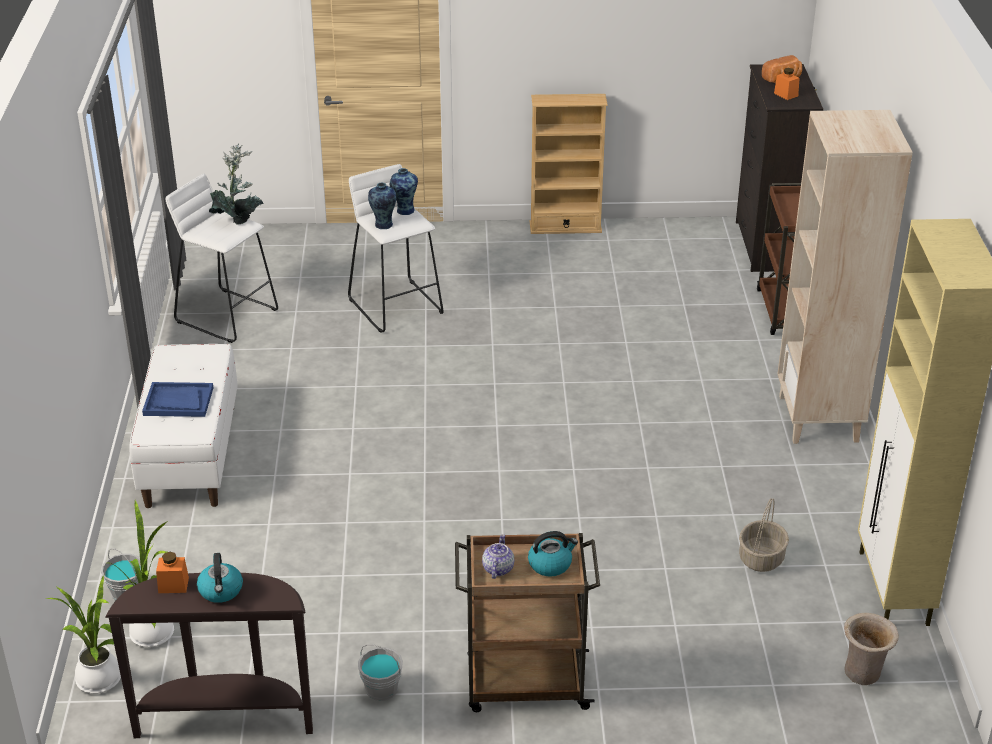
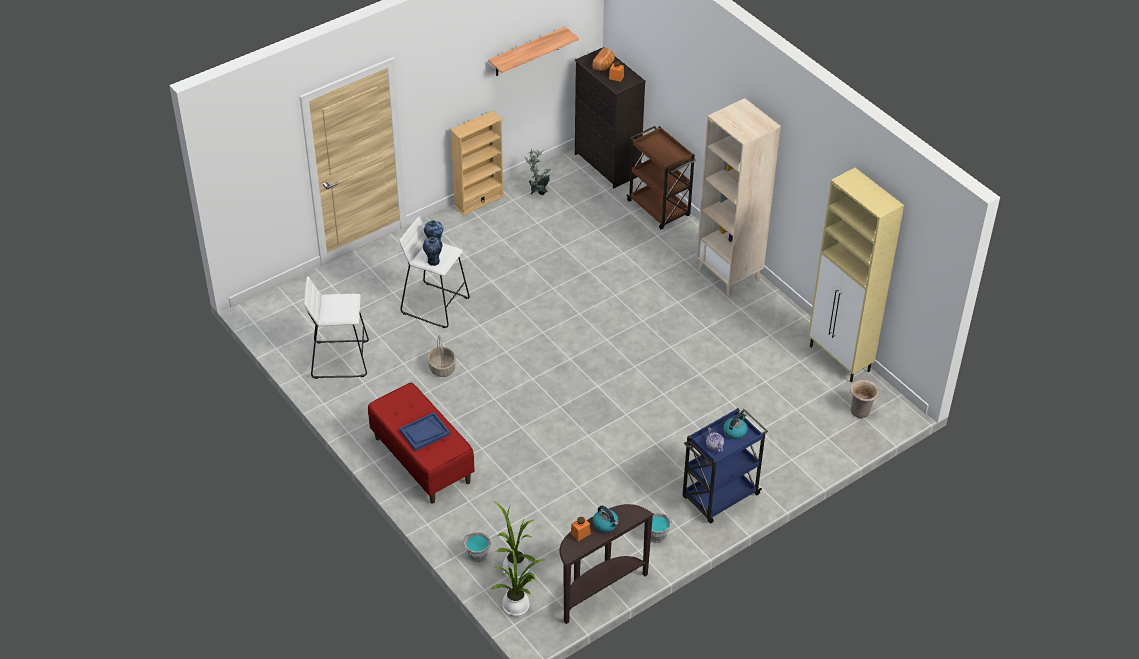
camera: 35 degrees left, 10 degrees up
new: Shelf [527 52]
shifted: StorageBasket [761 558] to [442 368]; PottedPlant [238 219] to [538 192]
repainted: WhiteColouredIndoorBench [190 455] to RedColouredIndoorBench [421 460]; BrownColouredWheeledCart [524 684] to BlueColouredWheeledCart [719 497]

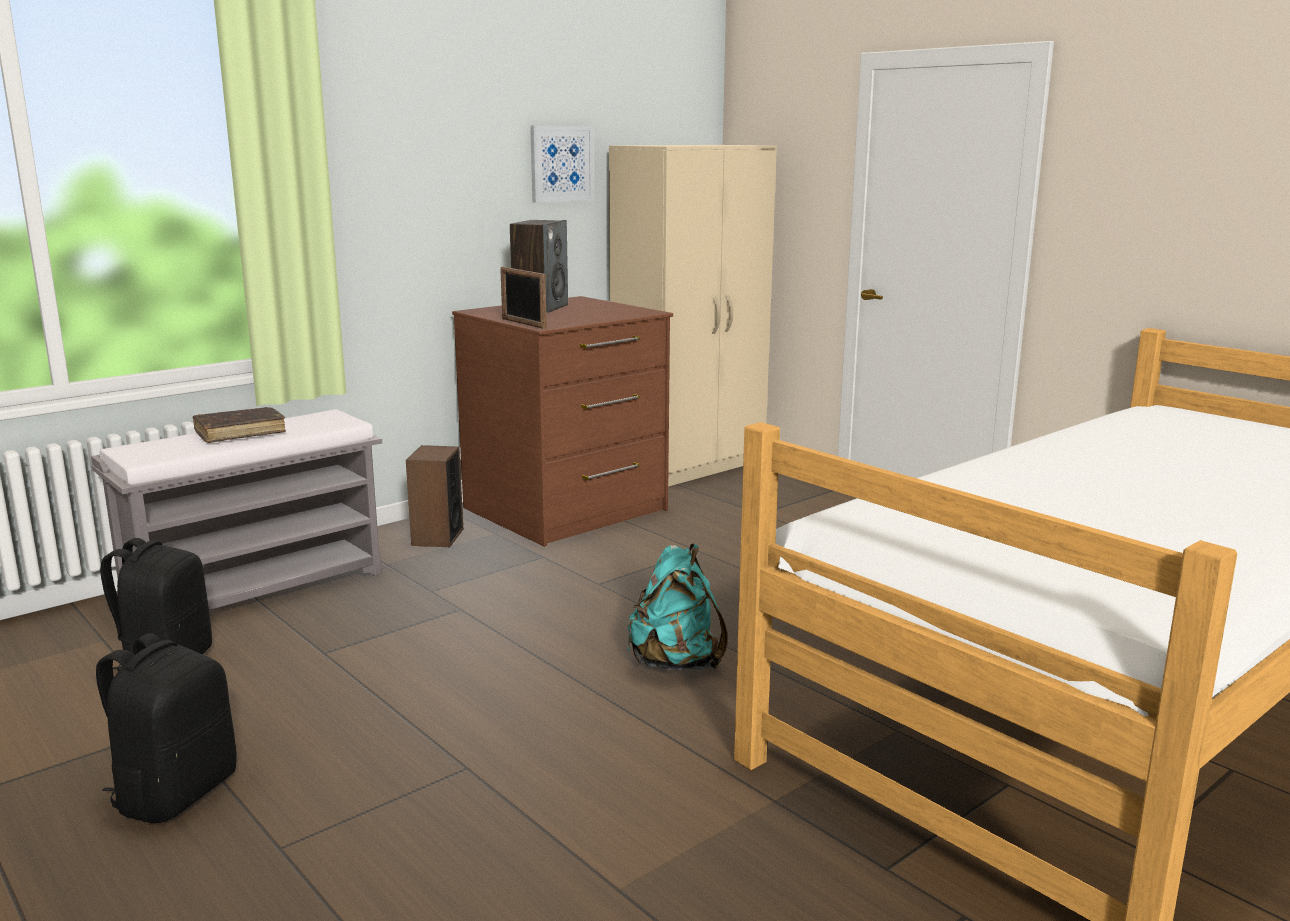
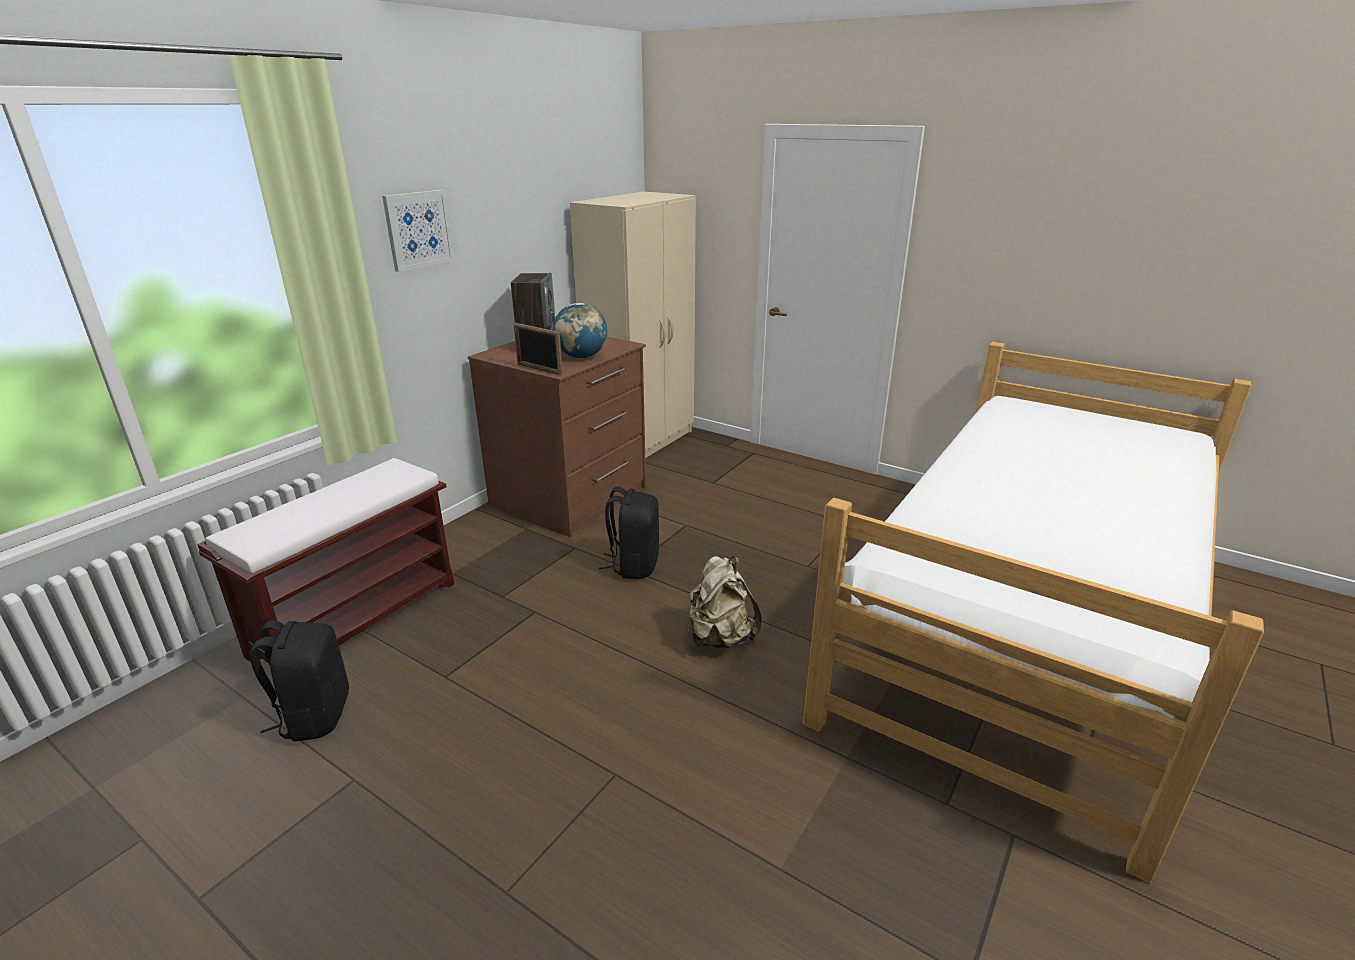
camera: 15 degrees left, 10 degrees up
gone: BrownColouredBook [240 433]; Loudspeaker [437 537]
new: Globe [581 357]
shifted: WallPicture [561 163] to [418 229]; BlackishRucksack [175 793] to [634 565]
repainted: GreyishIndoorBench [259 589] to BrownColouredIndoorBench [358 617]; BlueGreenRucksack [676 663] to SandColouredRucksack [720 638]

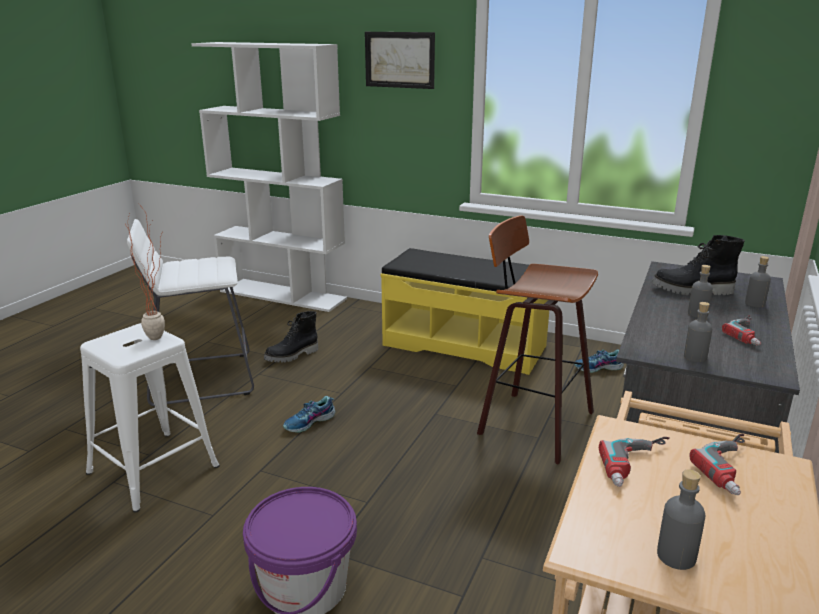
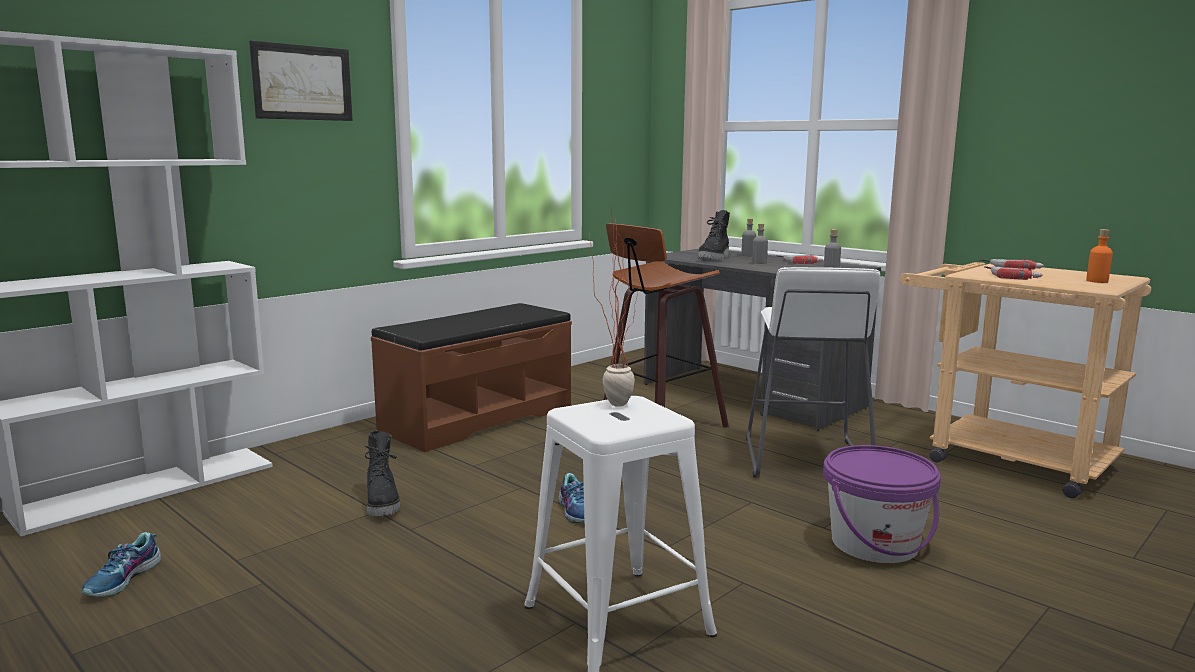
camera: 70 degrees left, 10 degrees down
shifted: Shoe [598 368] to [124 579]; WhiteColouredStoolSeat [202 379] to [805 459]
repainted: YellowColouredIndoorBench [464 345] to BrownColouredIndoorBench [477 418]; GreyishDrinkBottle [676 556] to OrangeColouredDrinkBottle [1097 281]

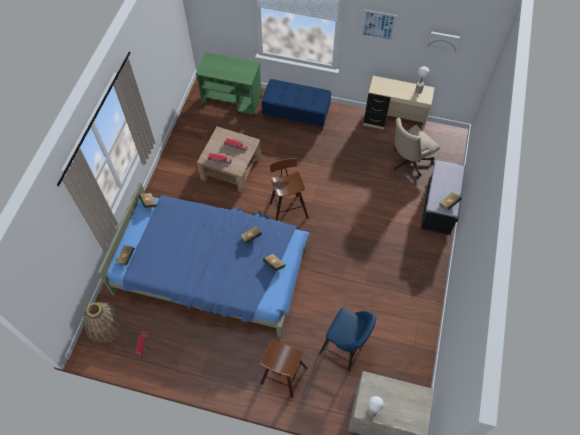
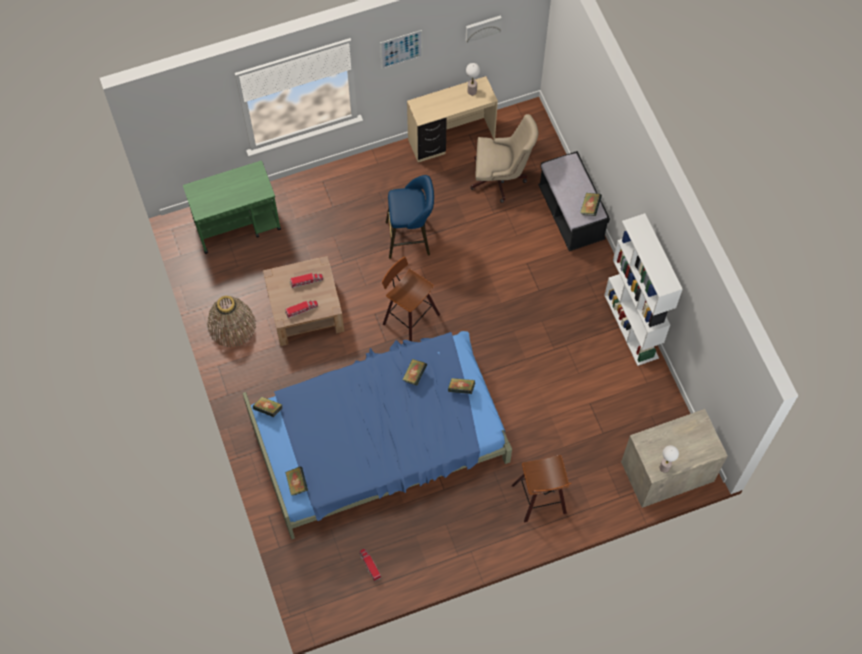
camera: 35 degrees left, 5 degrees up
gone: BlueColouredIndoorBench [296 115]
new: WhiteColouredBookshelf [632 326]
shifted: StorageBasket [105 324] to [231 325]; BlueColouredStoolSeat [345 348] to [411 238]
rotated: SandColouredComputerChair [408 162] = [501 179] 105 degrees counterclockwise

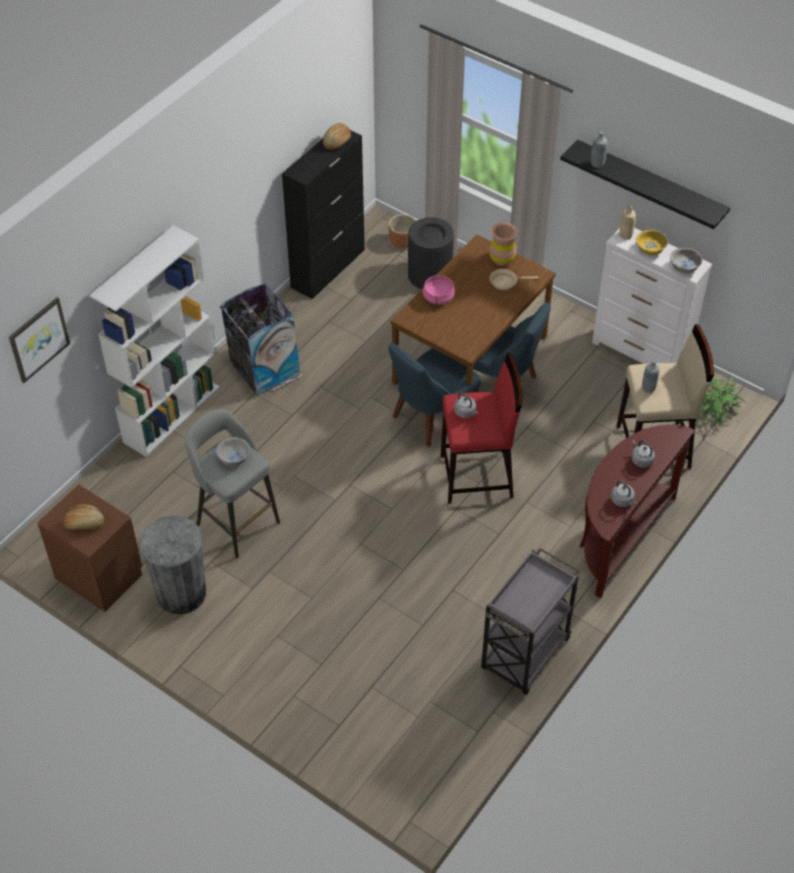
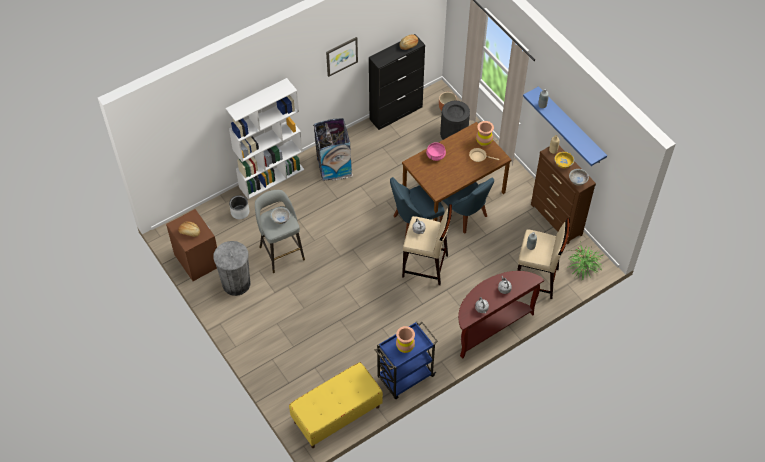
camera: 20 degrees right, 5 degrees up
new: GreyishPlantPot [240 212]; YellowColouredIndoorBench [337 415]; BrownColouredFlowerVase [405 346]
shifted: WallPicture [38 339] to [341 56]
repainted: GreyishWheeledCart [524 655] to BlueColouredWheeledCart [405 377]; RedColouredStoolSeat [477 476] to SandColouredStoolSeat [425 266]; BlackishShelf [650 184] to BlueColouredShelf [570 126]; WhiteColouredChestOfDrawers [640 354] to BrownColouredChestOfDrawers [556 220]

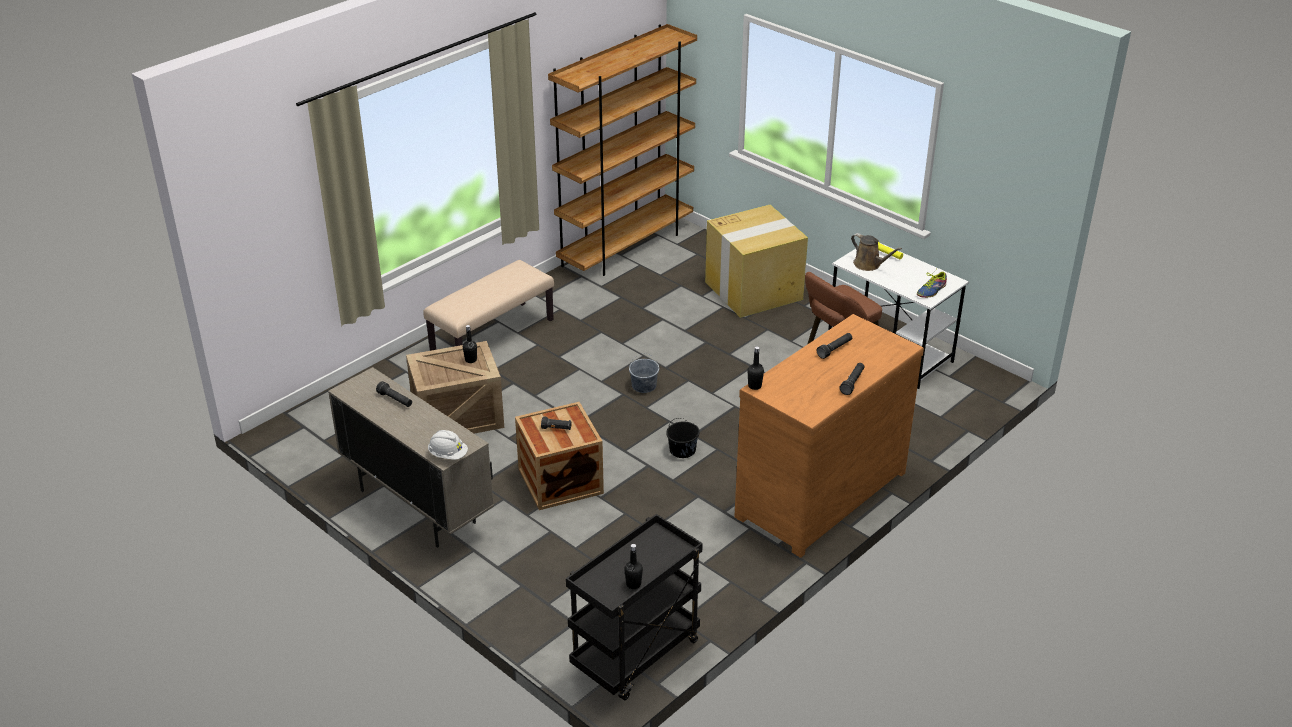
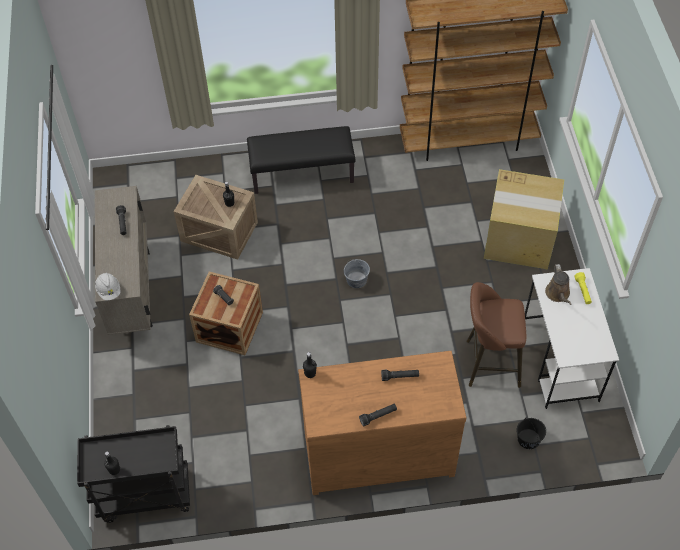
camera: 40 degrees right, 20 degrees up
gone: Shoe [931 290]
shifted: BlackishWaterBucket [682 450] to [528 439]
repainted: SandColouredIndoorBench [492 336] to BlackishIndoorBench [302 173]

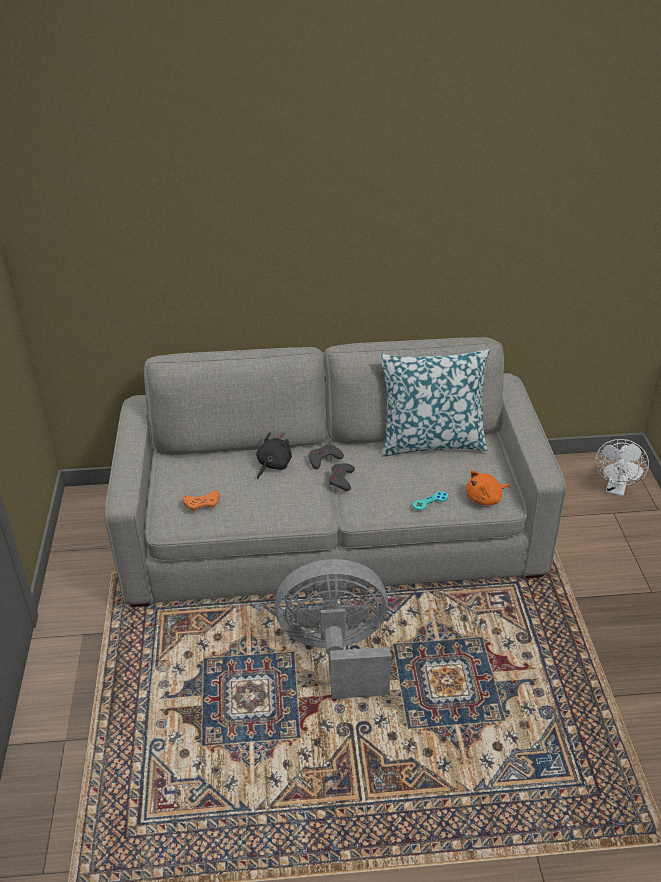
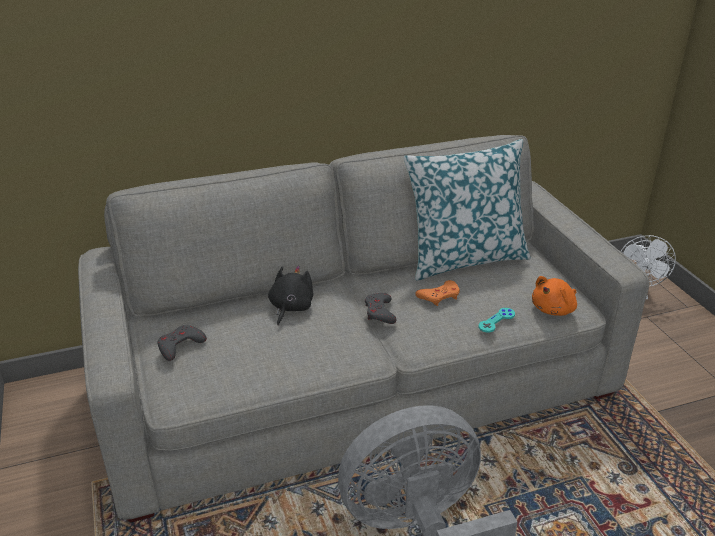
camera: 15 degrees left, 5 degrees down
shifted: GreyishGameController [324 459] to [180 345]; OrangeColouredGameController [202 504] to [439 296]

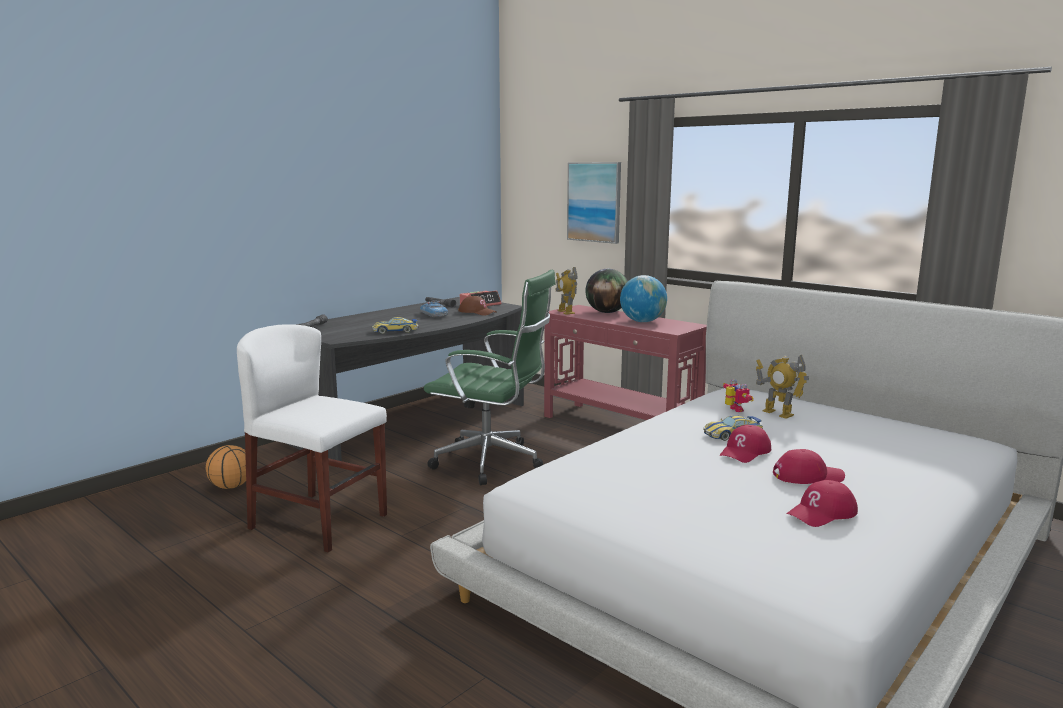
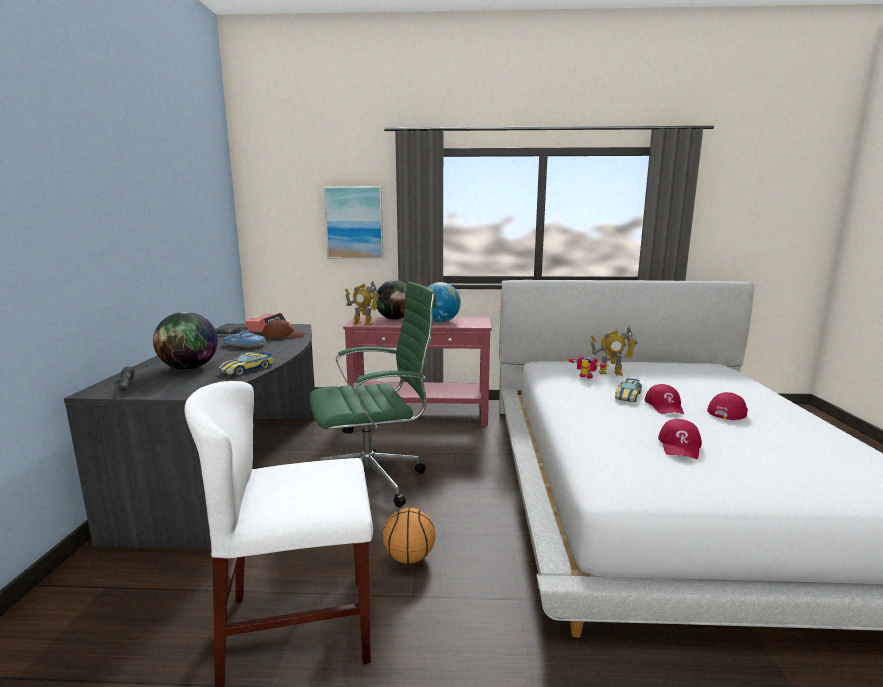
camera: 40 degrees left, 0 degrees up
new: Globe [189 368]
shifted: Basketball [231 486] to [409 557]; RedColouredPeakedCap [822 513] to [680 446]

